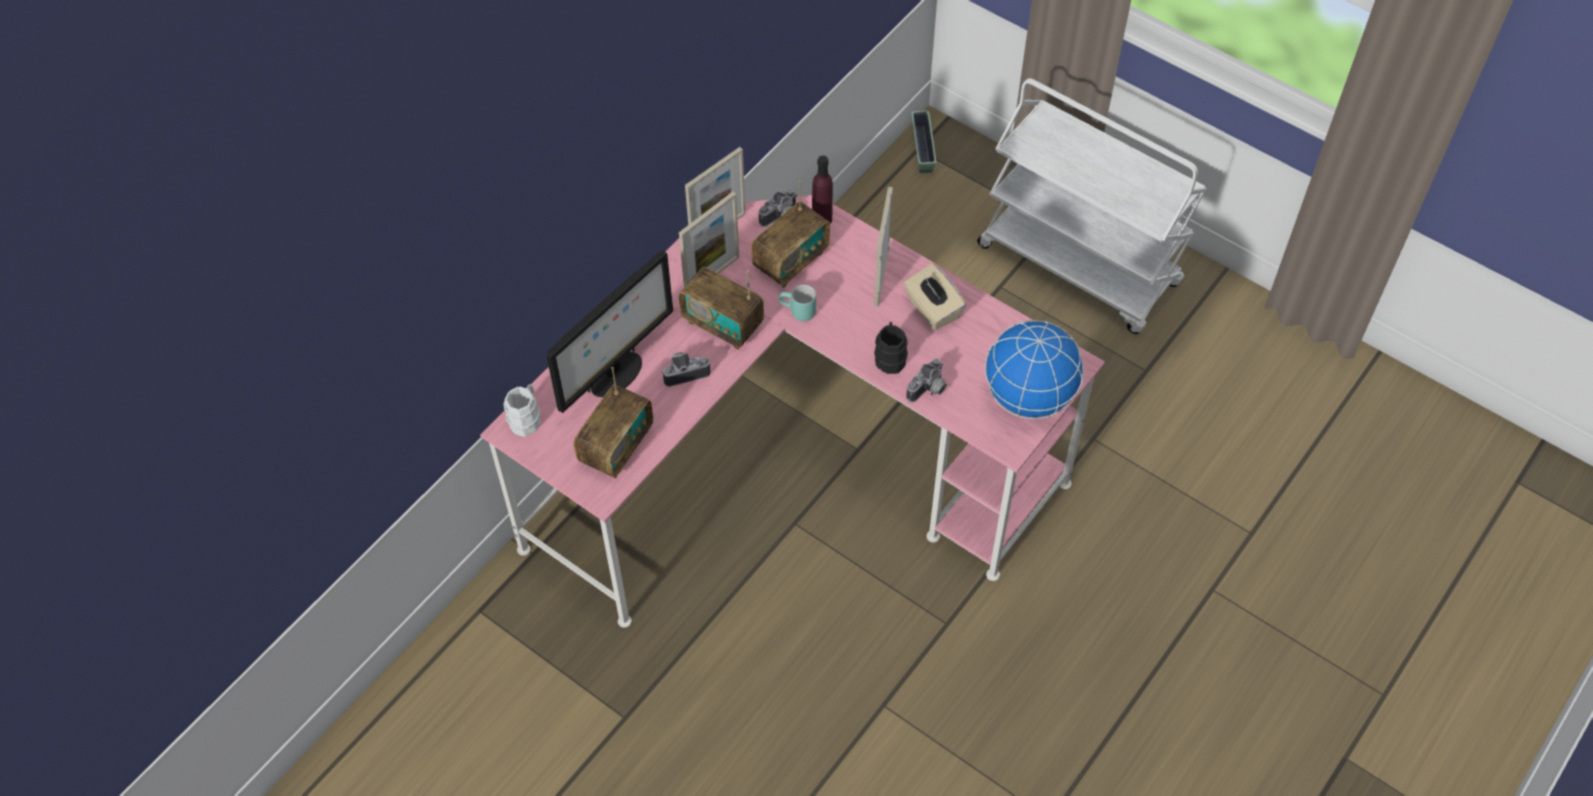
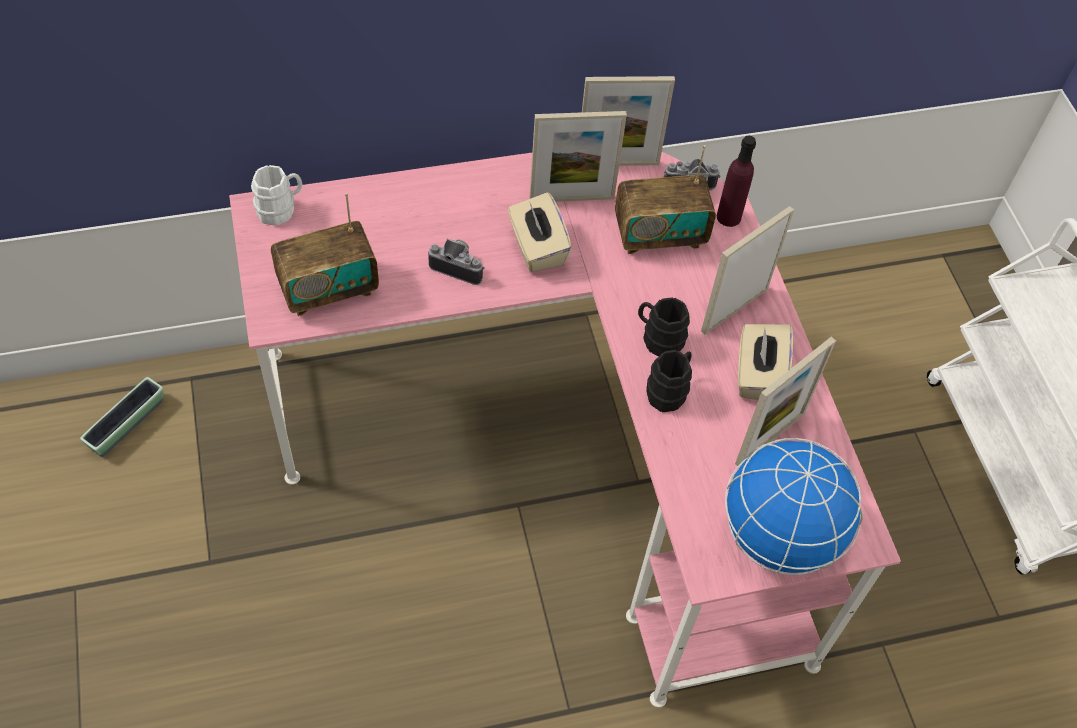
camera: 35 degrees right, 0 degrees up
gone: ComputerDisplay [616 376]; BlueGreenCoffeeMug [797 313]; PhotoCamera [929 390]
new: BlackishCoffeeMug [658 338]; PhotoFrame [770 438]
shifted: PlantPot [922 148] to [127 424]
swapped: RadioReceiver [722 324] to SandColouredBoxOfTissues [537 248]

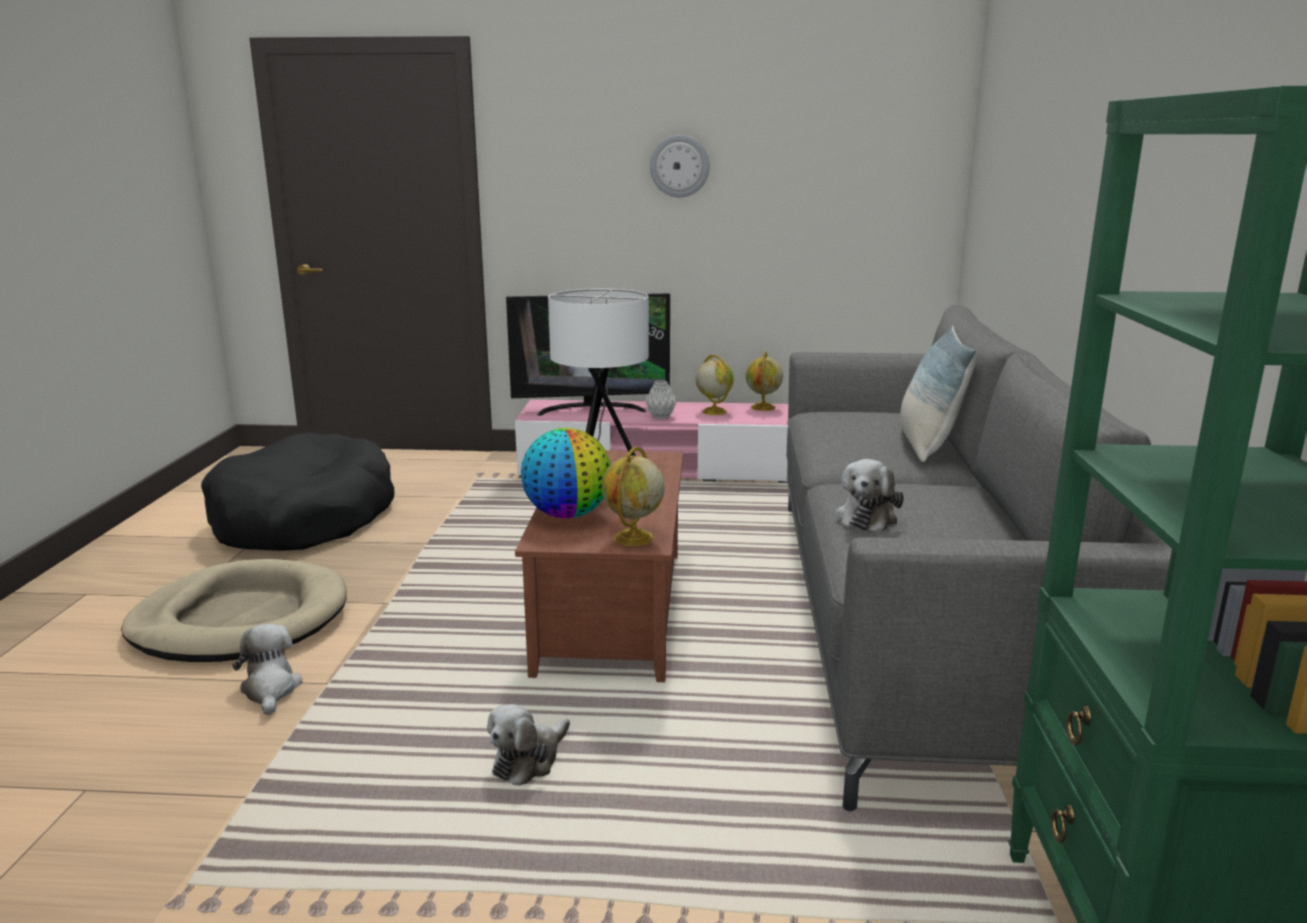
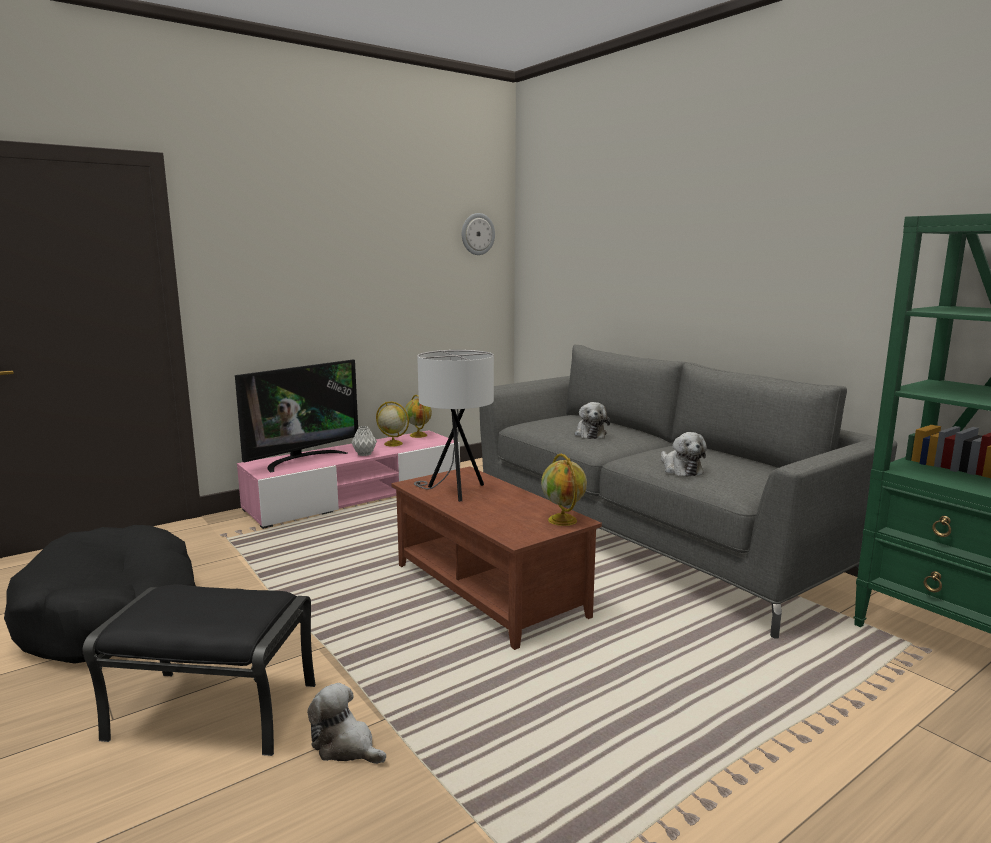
camera: 40 degrees left, 5 degrees down
gone: Globe [568 515]; ThrowPillow [927 446]
shifted: ClockOnTheWall [679 166] to [477 234]; PlushToy [528 760] to [590 434]
swapped: SandColouredPetBed [241 620] to BlackishPouffe [211 712]

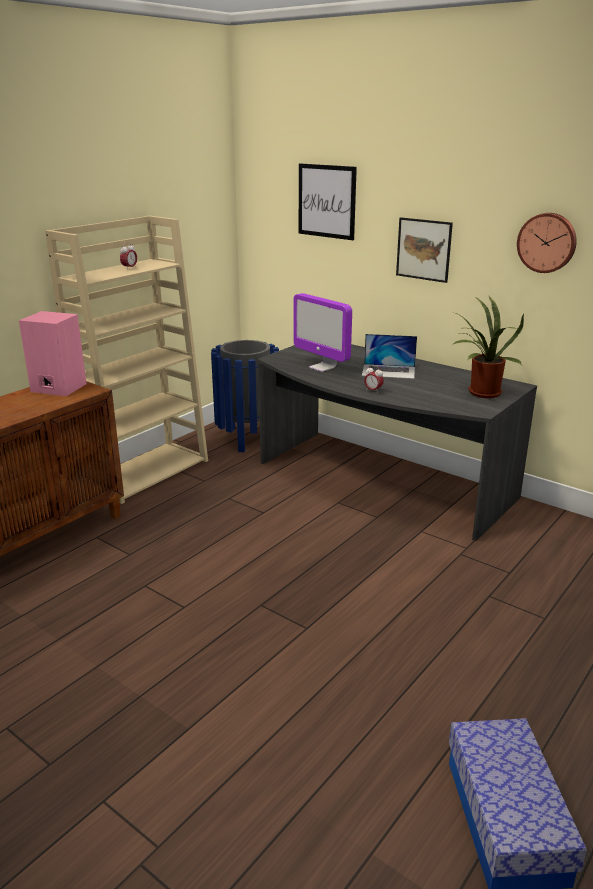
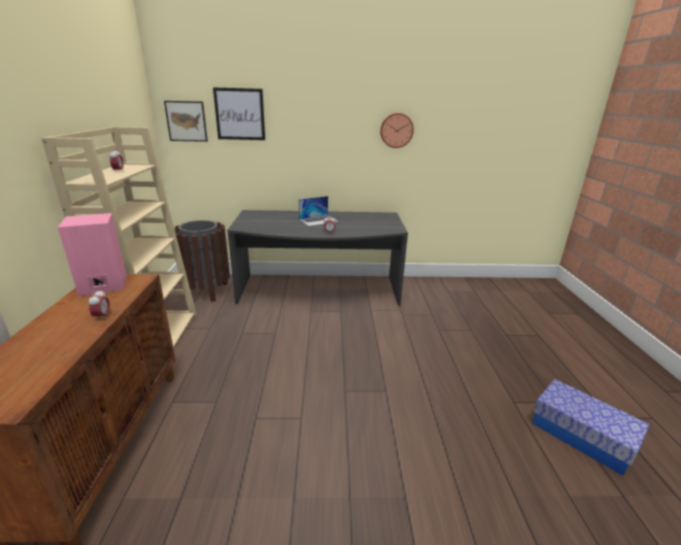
camera: 40 degrees left, 0 degrees up
gone: ComputerDisplay [322 367]; PottedPlant [481 393]
new: TableClock [102 317]
shifted: WallPicture [424 249] to [186 121]
repainted: BlueColouredRubbishBin [248 438] to BrownColouredRubbishBin [207 291]

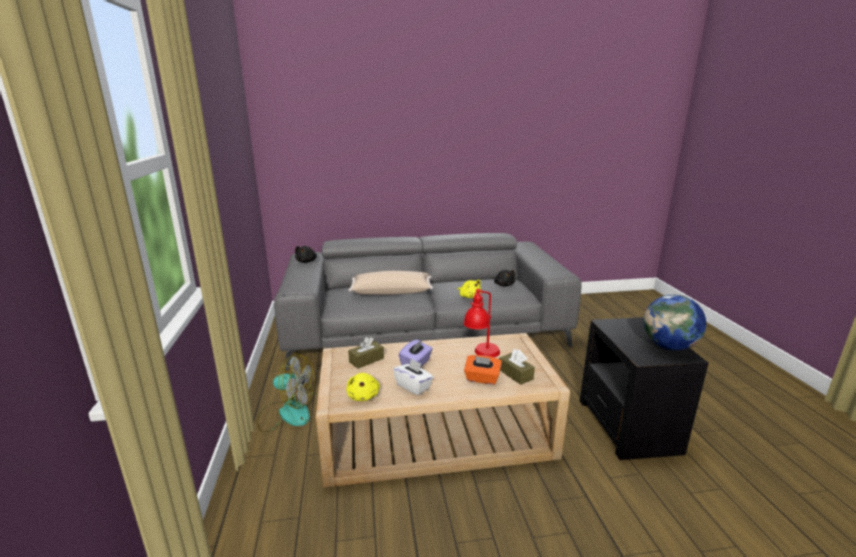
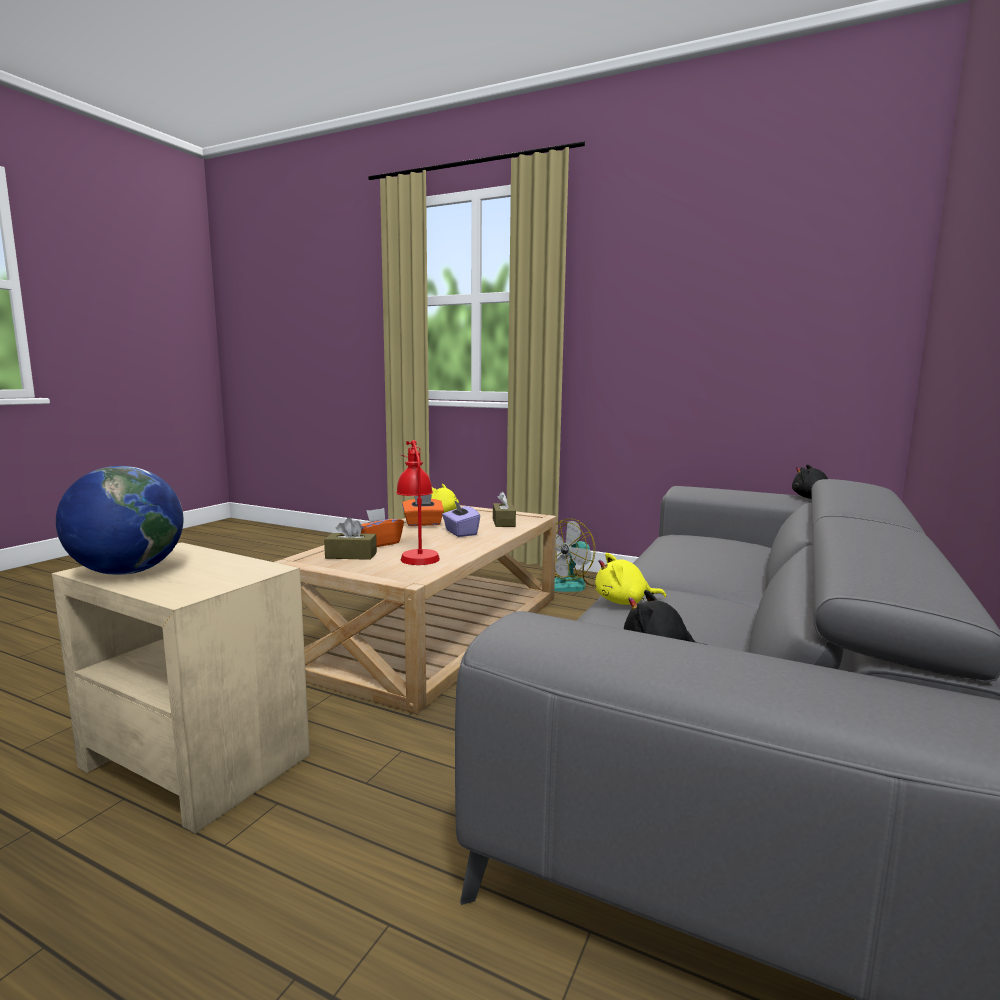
camera: 125 degrees right, 10 degrees down
gone: SandColouredThrowPillow [391 292]
repainted: BlackishSideTable [627 426] to SandColouredSideTable [196 760]; WhiteColouredBoxOfTissues [413 386] to OrangeColouredBoxOfTissues [423 524]

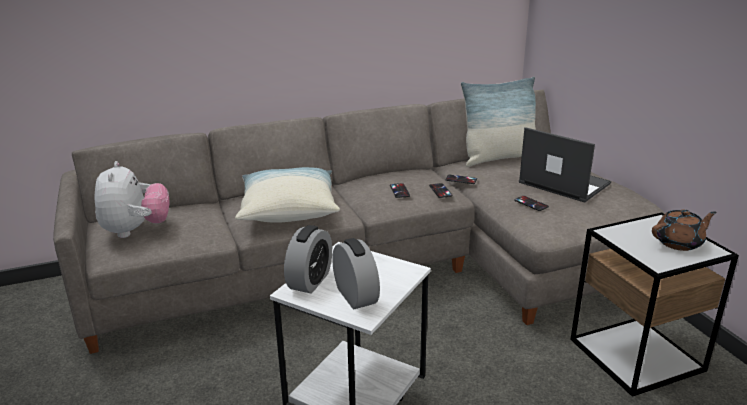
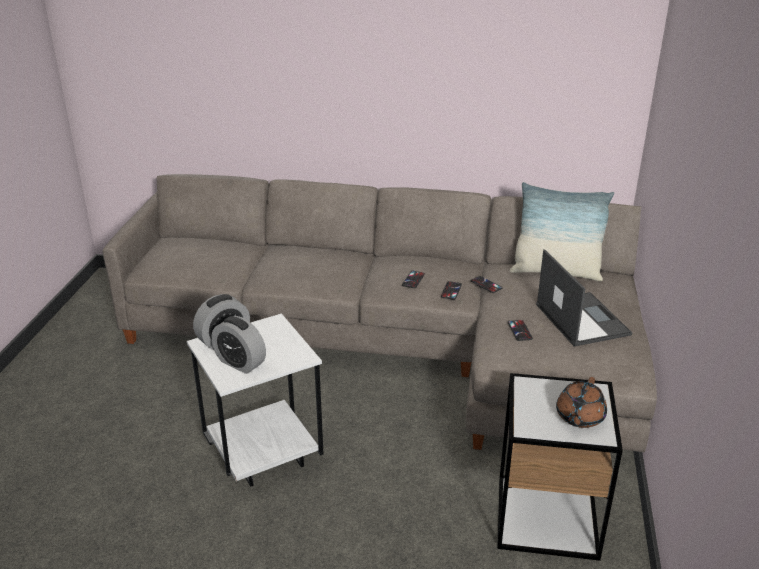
camera: 30 degrees right, 5 degrees up
gone: PlushToy [136 231]; ThrowPillow [288 209]
rotated: TableClock [355 296] = [240 363] 120 degrees clockwise; BrownColouredPotForTea [679 243] = [579 417] 105 degrees clockwise

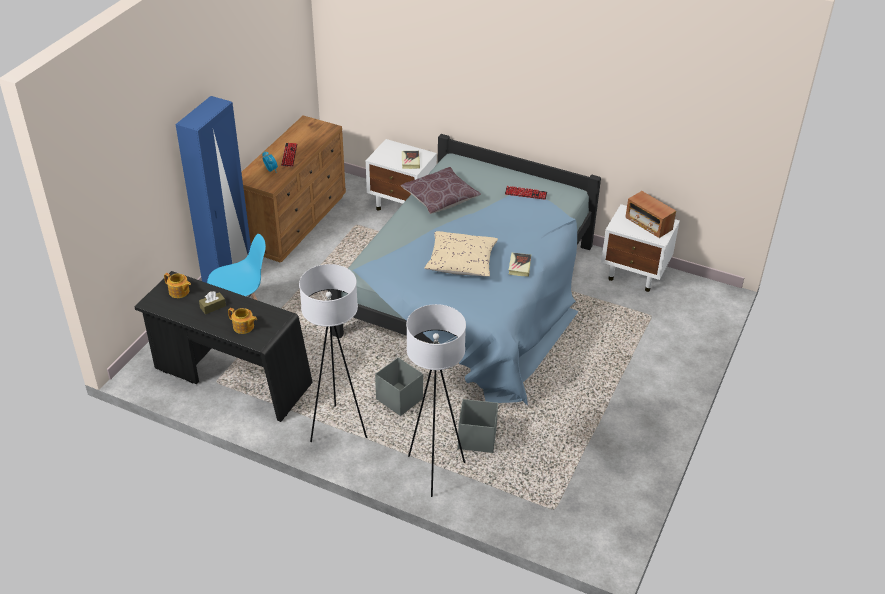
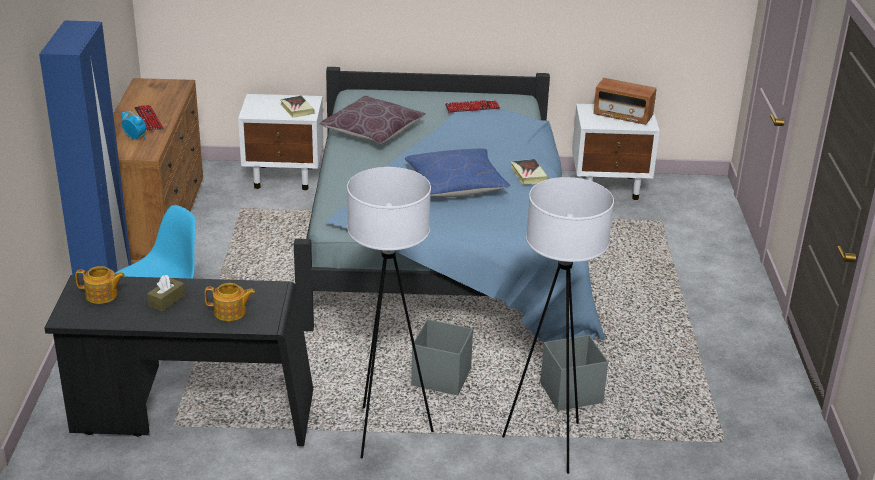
camera: 25 degrees left, 10 degrees down
repainted: SandColouredThrowPillow [461 262] to BlueColouredThrowPillow [455 185]

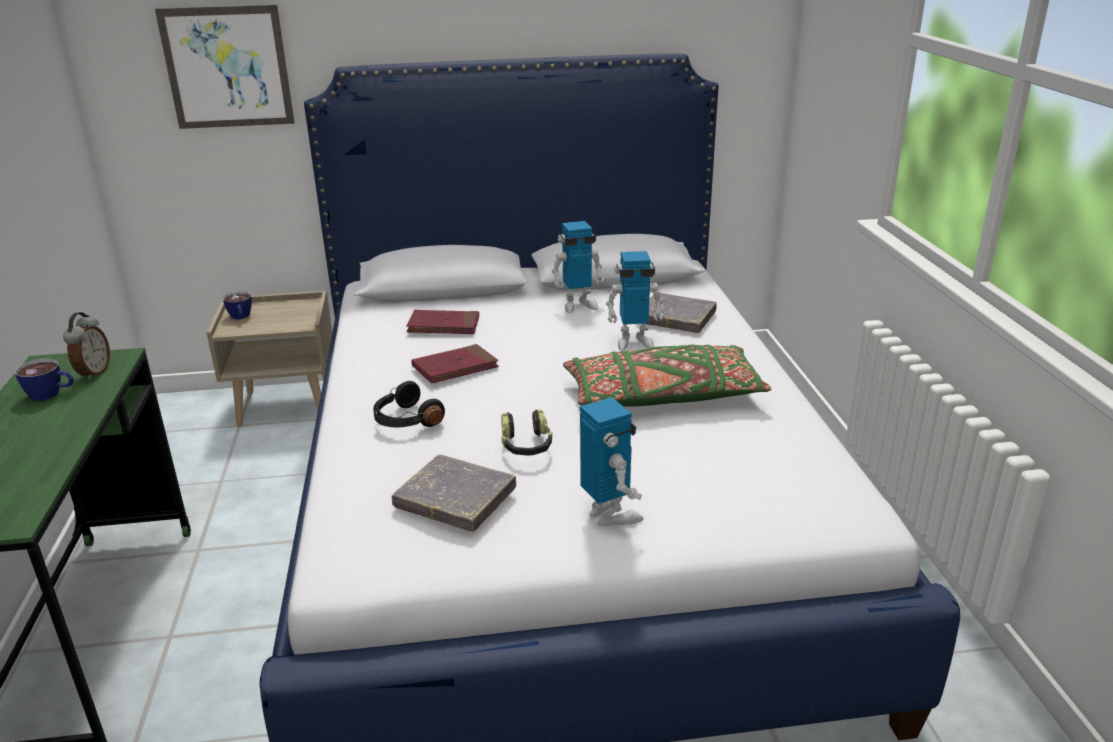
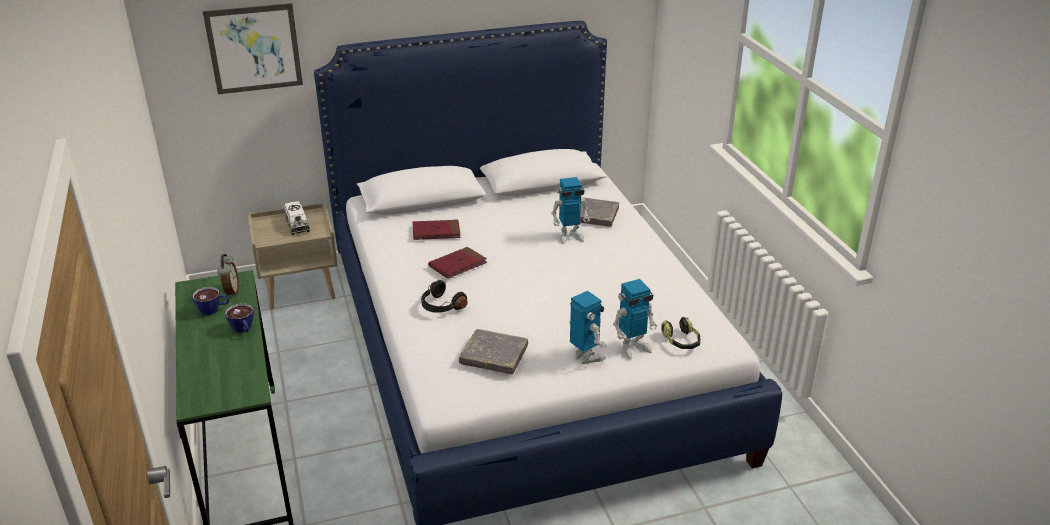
camera: 10 degrees left, 5 degrees up
gone: GreenThrowPillow [662 396]
new: ToyLorry [297 225]
shifted: Cup [241 317] to [243 330]; ToyRobot [578 305] to [633 347]; PairOfHeadphones [526 446] to [681 341]

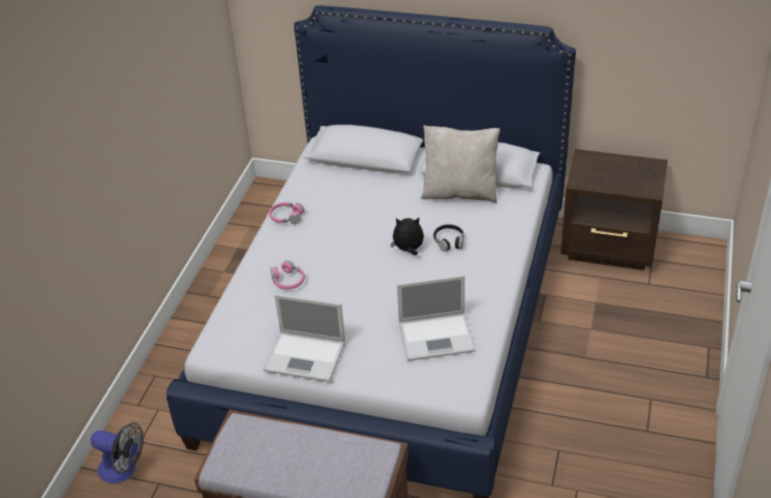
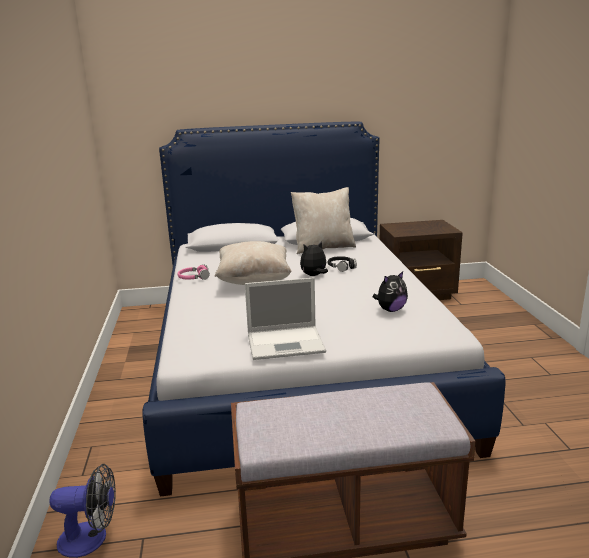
camera: 25 degrees left, 20 degrees down
gone: PinkColouredPairOfHeadphones [288 280]
new: SandColouredThrowPillow [254 281]
swapped: NotebookComputer [438 336] to PlushToy [390 310]

